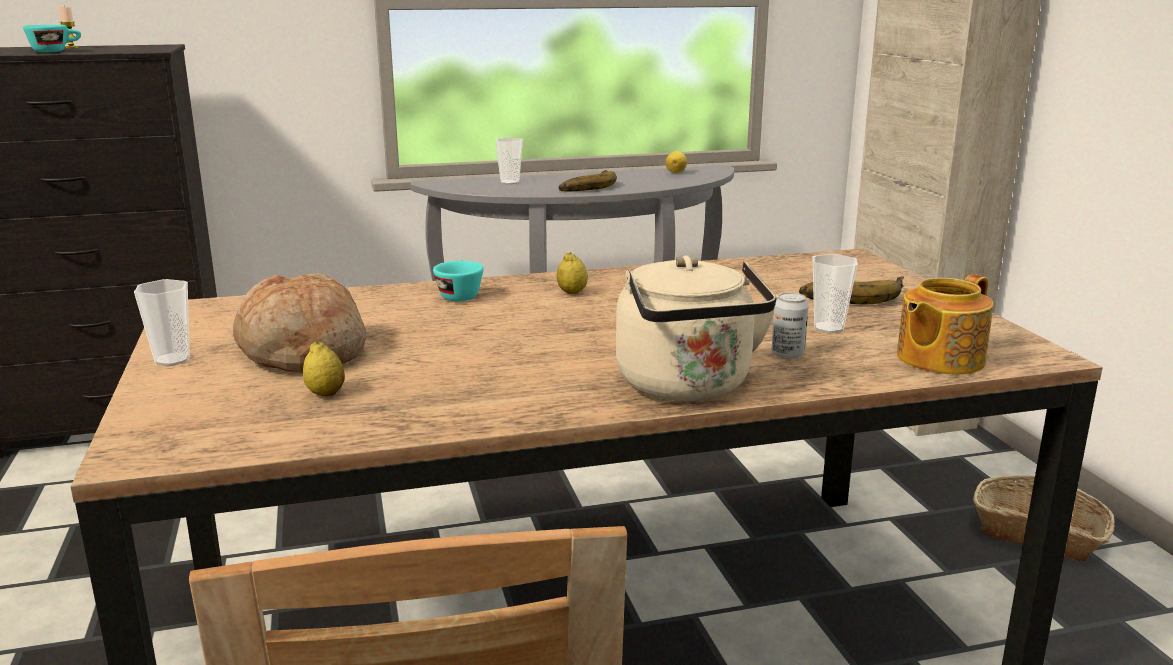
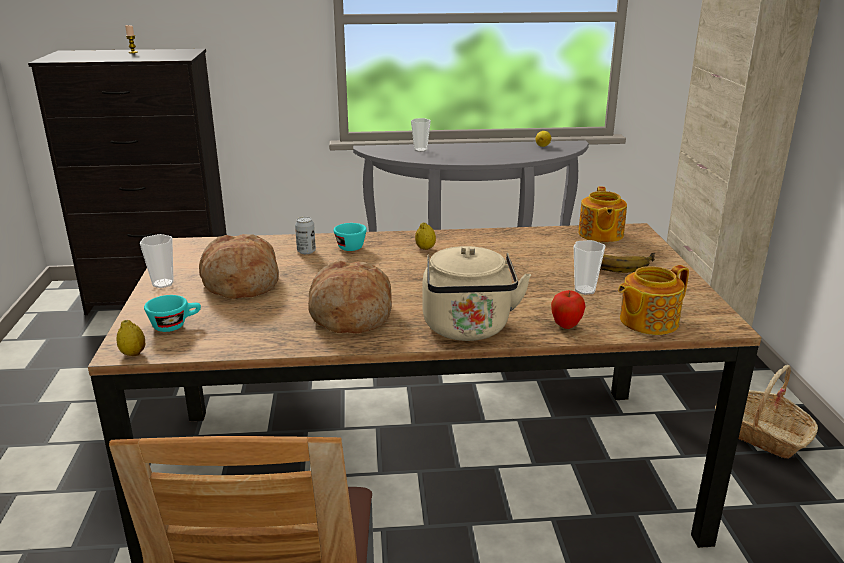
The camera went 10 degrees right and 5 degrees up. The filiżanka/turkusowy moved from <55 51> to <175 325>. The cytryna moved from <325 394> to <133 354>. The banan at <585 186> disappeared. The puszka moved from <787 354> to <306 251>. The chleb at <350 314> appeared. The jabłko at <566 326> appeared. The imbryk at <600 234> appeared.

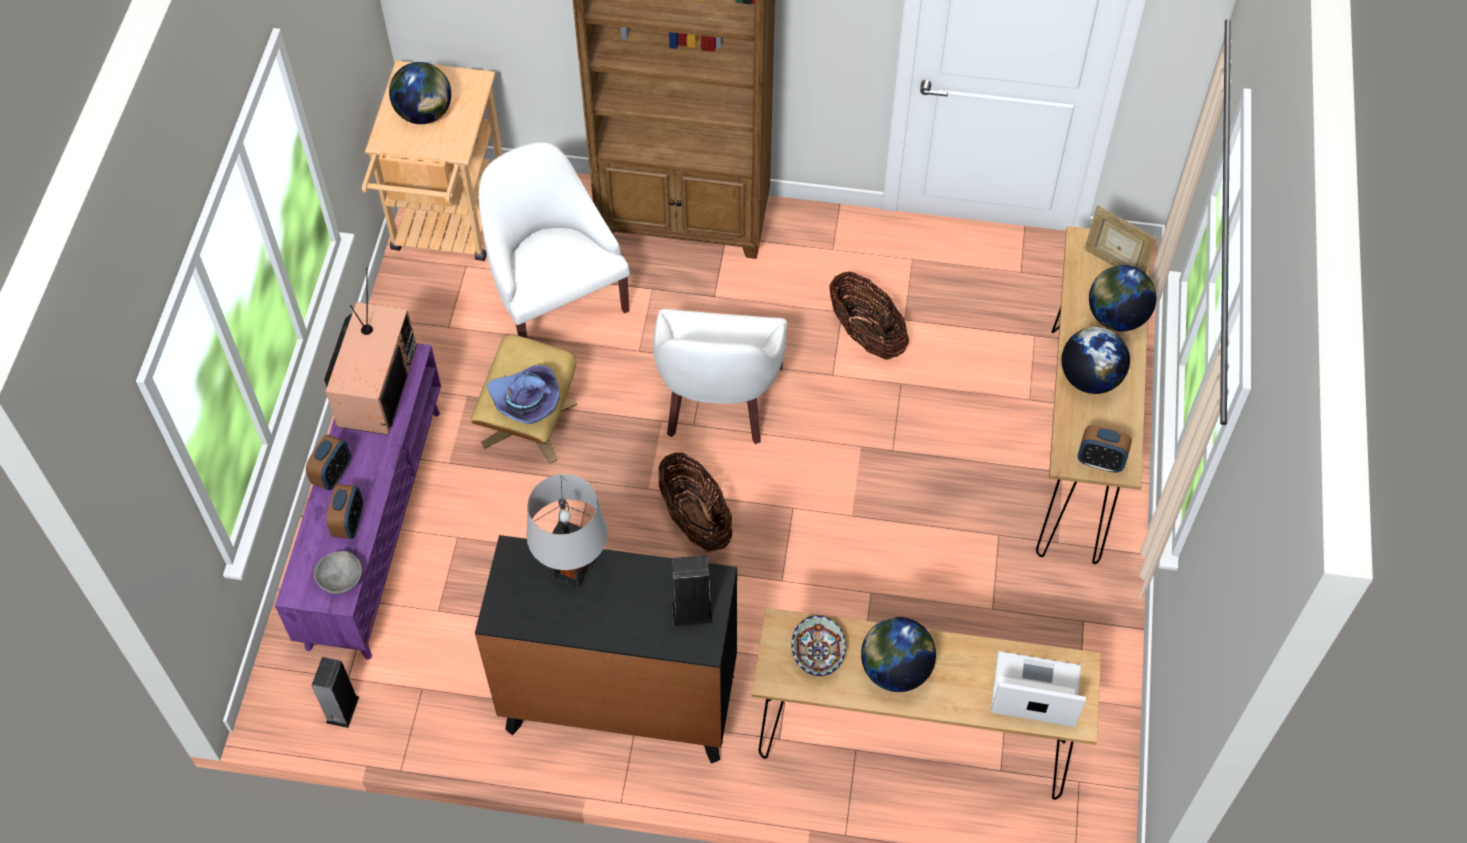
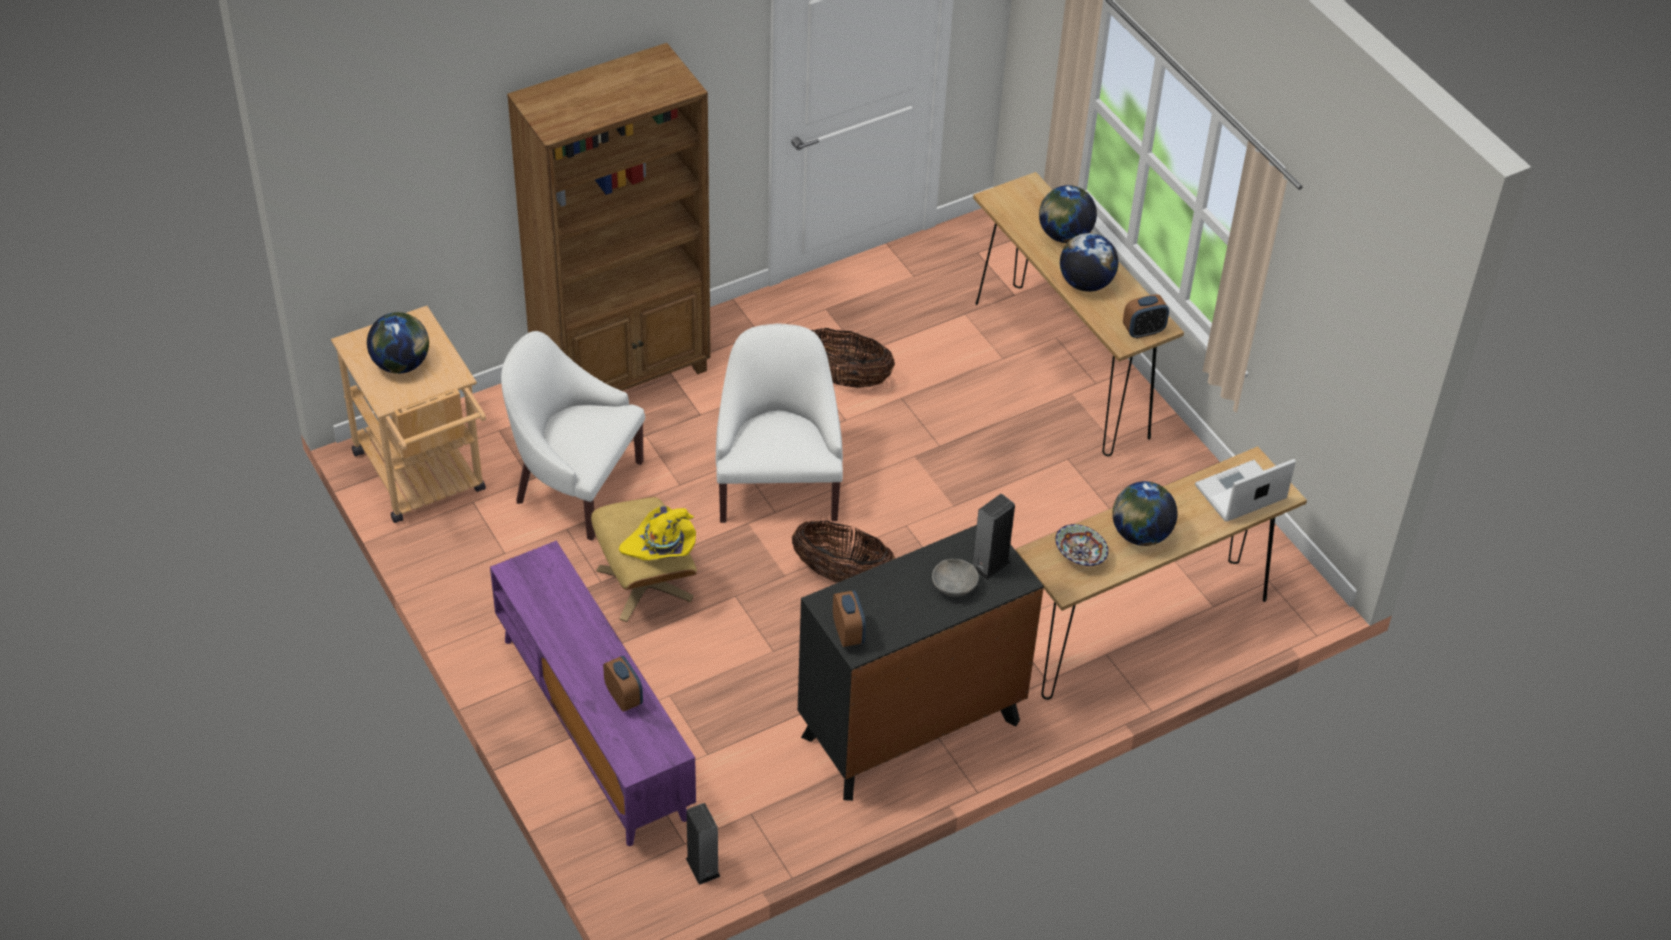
The camera went 40 degrees left and 10 degrees down. The budzik moved from <333 474> to <848 633>. The miska/szary moved from <341 580> to <954 586>. The telewizor at <375 384> disappeared. The kapelusz/fioletowy at <525 401> became the kapelusz/żółty at <661 546>. The lampa stołowa/szary at <573 572> disappeared. The fotel/biały at <718 401> turned 150 degrees counterclockwise. The ramka na zdjęcie at <1114 263> disappeared.

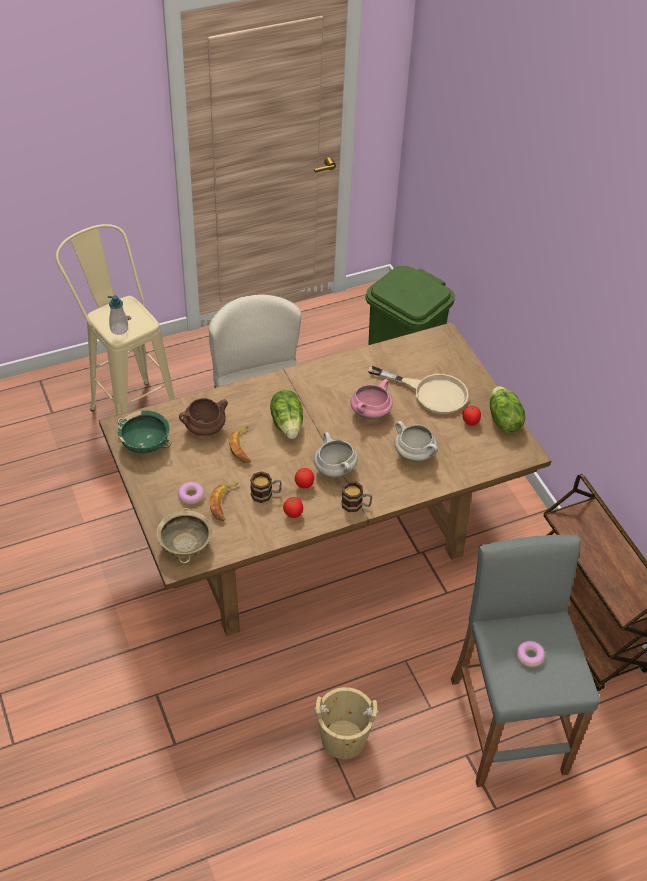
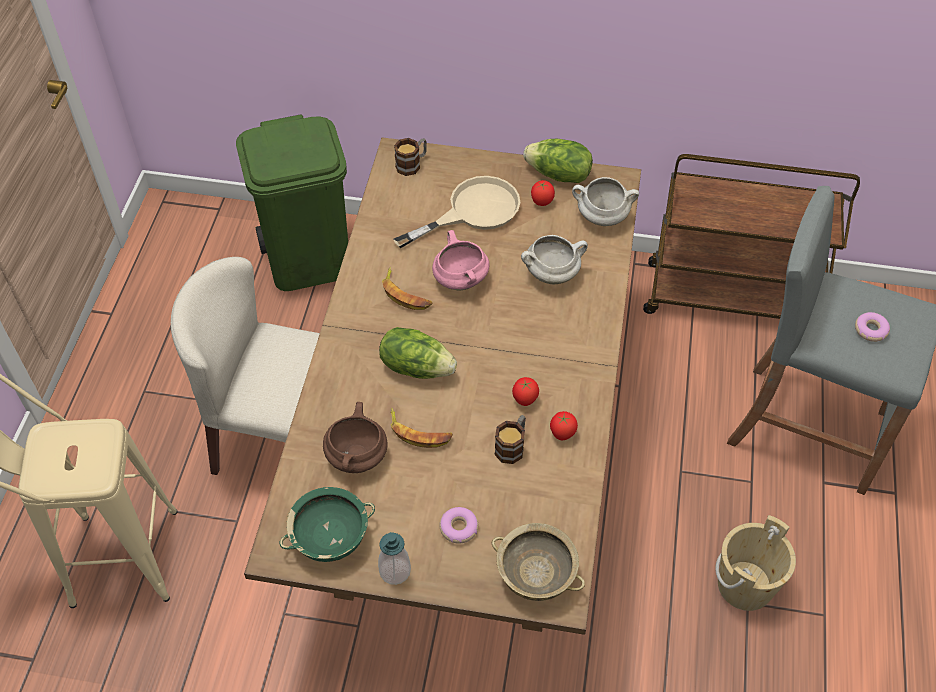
The camera went 55 degrees left and 5 degrees up. The dozownik mydła moved from <119 329> to <395 571>. The banan moved from <224 503> to <405 294>. The garnek/biały moved from <334 469> to <601 217>. The kubek moved from <356 505> to <412 164>.

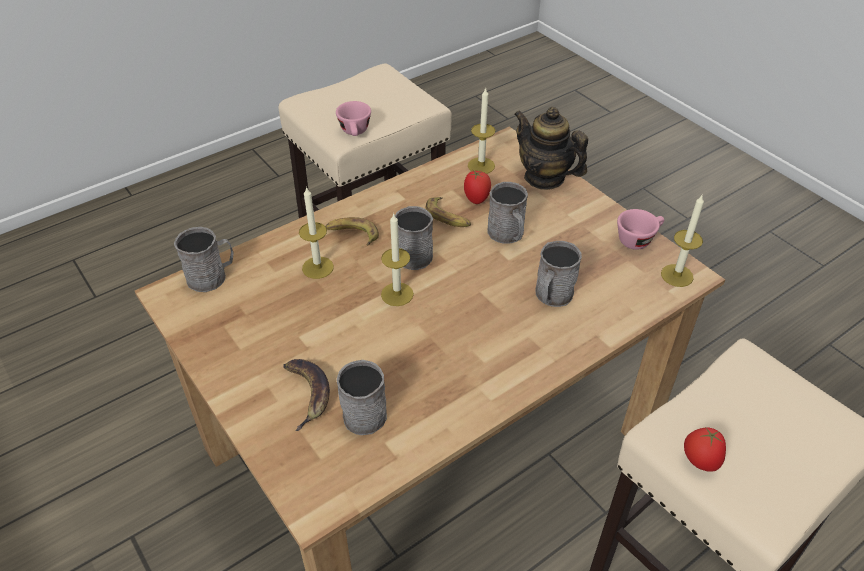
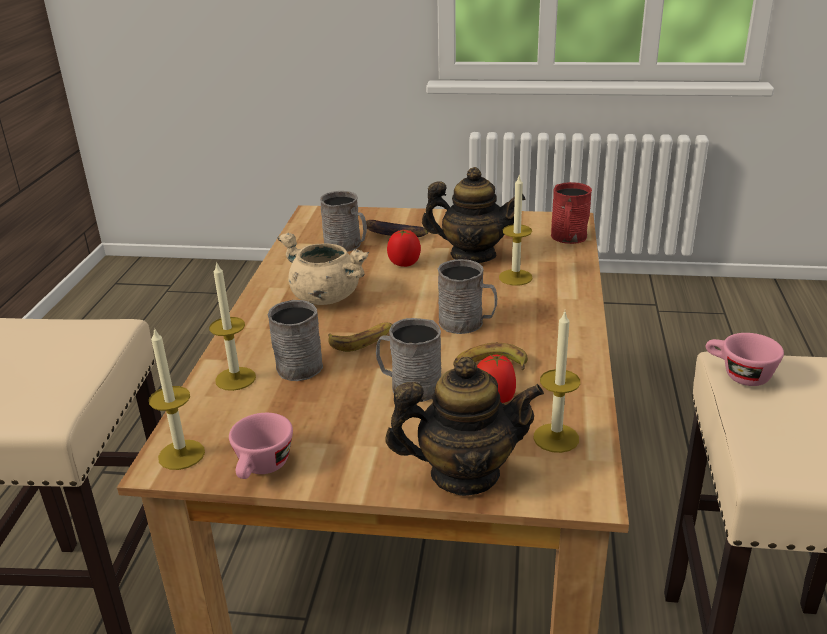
The camera went 135 degrees right and 15 degrees down. The kubek/szary at <212 276> became the kubek/czerwony at <568 238>. The banan moved from <352 234> to <362 340>. The świeca moved from <397 294> to <235 378>. The pomidor moved from <699 461> to <404 264>. The garnek/beżowy at <324 297> appeared. The imbryk at <473 255> appeared.

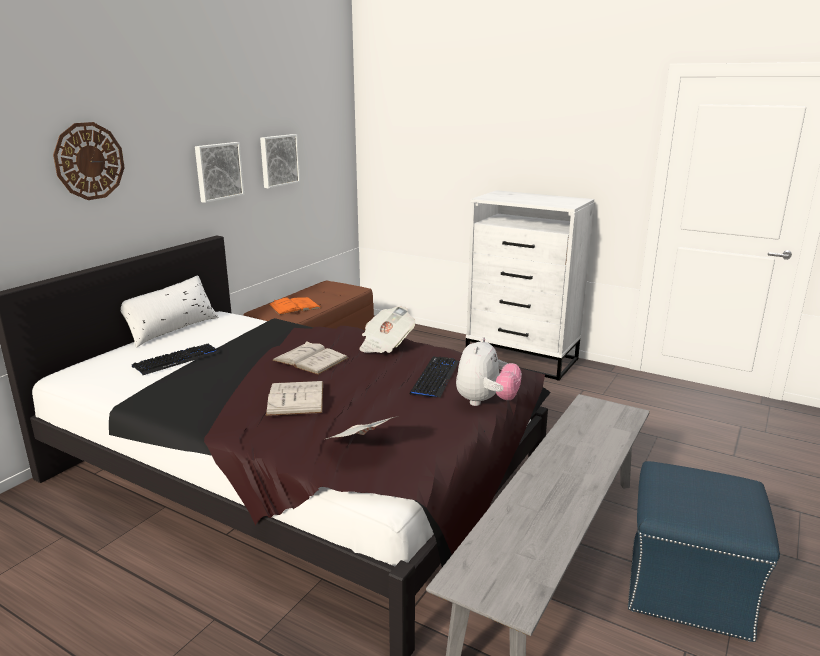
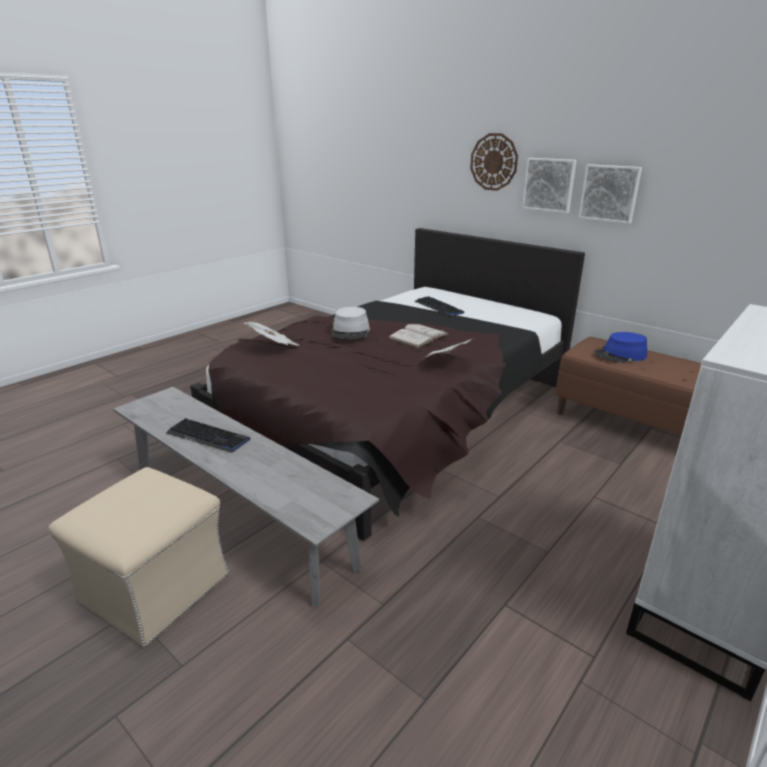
The camera went 100 degrees right and 5 degrees up. The poduszka/biały at <171 329> disappeared. The obraz moved from <278 160> to <549 185>. The książka/biały at <296 398> was replaced by the kapelusz/szary at <350 331>. The książka/pomarańczowy at <295 306> was replaced by the kapelusz/niebieski at <620 355>. The klawiatura moved from <435 378> to <208 437>. The pluszak at <485 402> disappeared. The pufa/niebieski at <686 587> became the pufa/beżowy at <156 587>.

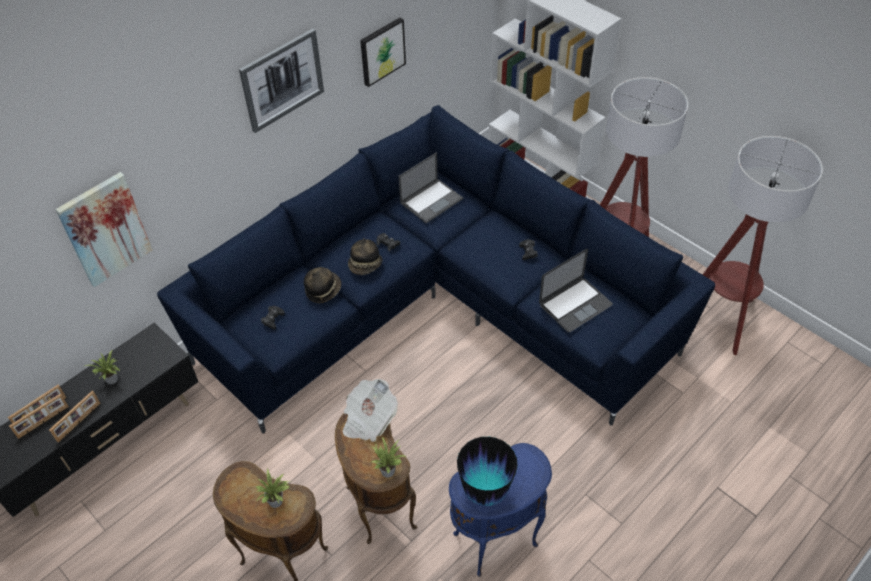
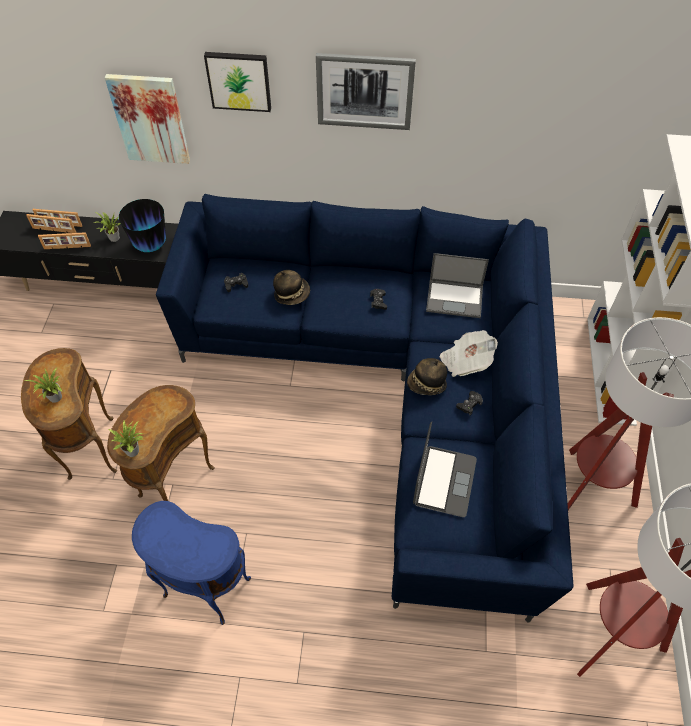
The camera went 50 degrees right and 5 degrees up. The gazeta moved from <368 419> to <466 361>. The kapelusz moved from <365 265> to <426 384>. The obraz moved from <382 51> to <239 80>. The wazon moved from <485 491> to <150 246>. The laptop at <575 304> turned 90 degrees counterclockwise.

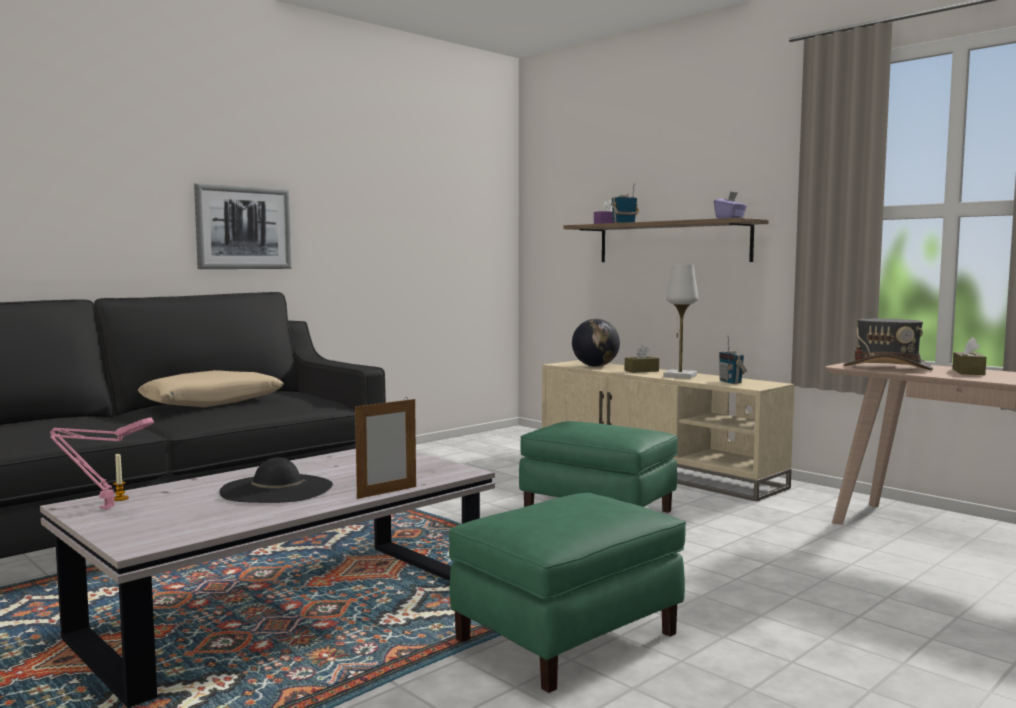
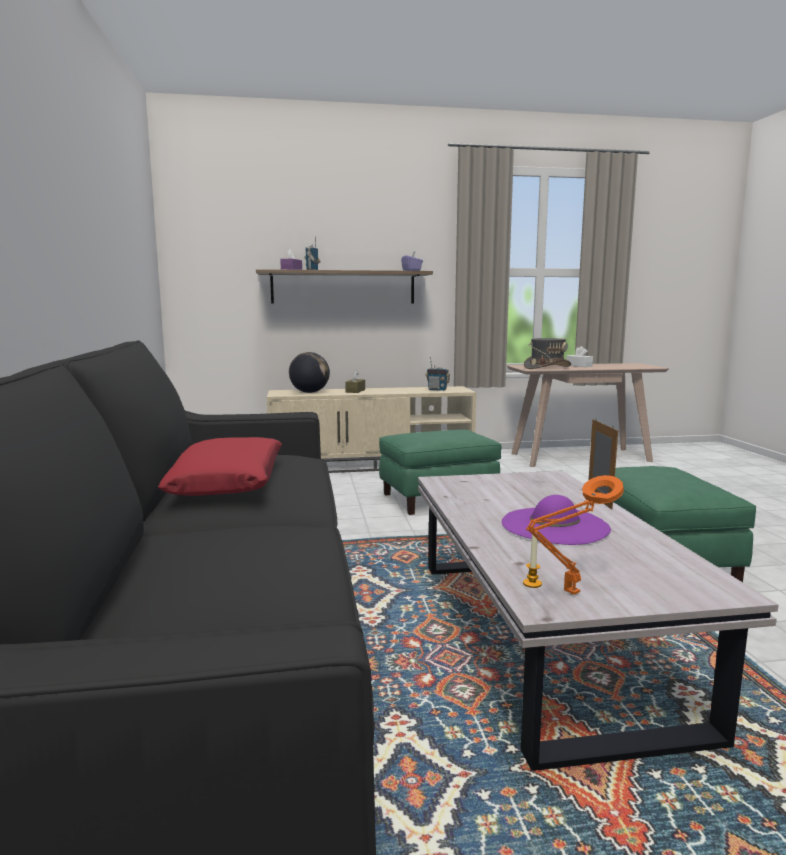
The camera went 55 degrees left and 5 degrees up. The lampa stołowa/różowy at <104 508> became the lampa stołowa/pomarańczowy at <569 594>. The poduszka/beżowy at <212 402> became the poduszka/czerwony at <229 482>. The obraz at <244 228> disappeared. The kapelusz/czarny at <276 489> became the kapelusz/fioletowy at <555 525>. The lampa stołowa/biały at <680 376> disappeared. The pudełko chusteczek/brązowy at <968 372> became the pudełko chusteczek/biały at <579 366>.

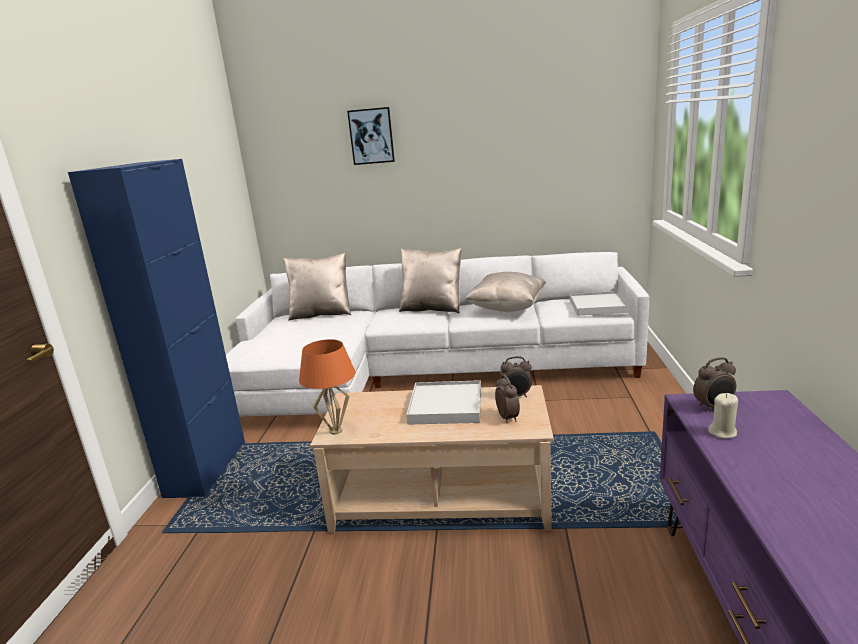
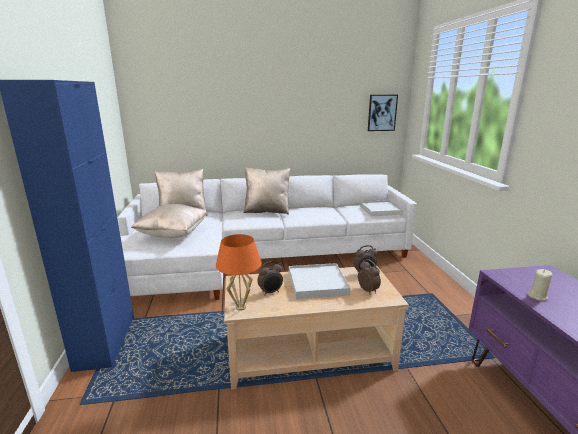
The camera went 15 degrees left and 0 degrees up. The obraz moved from <371 136> to <382 112>. The poduszka/beżowy moved from <507 308> to <173 234>. The budzik moved from <713 407> to <270 292>.

